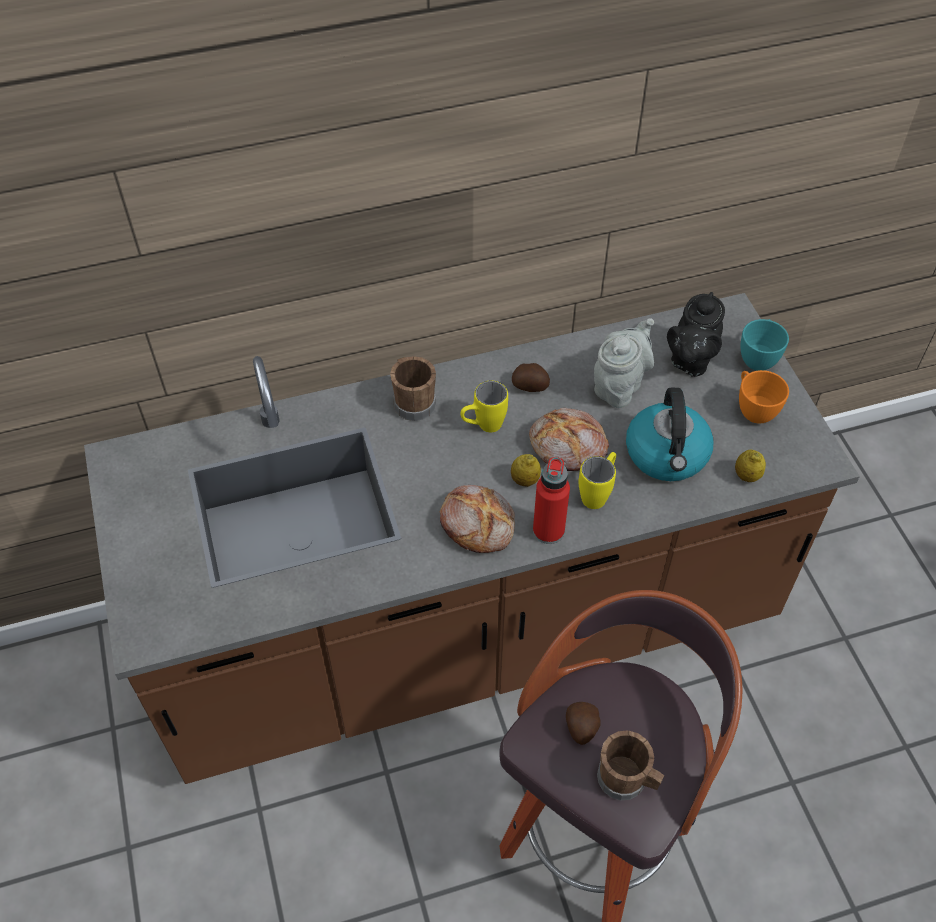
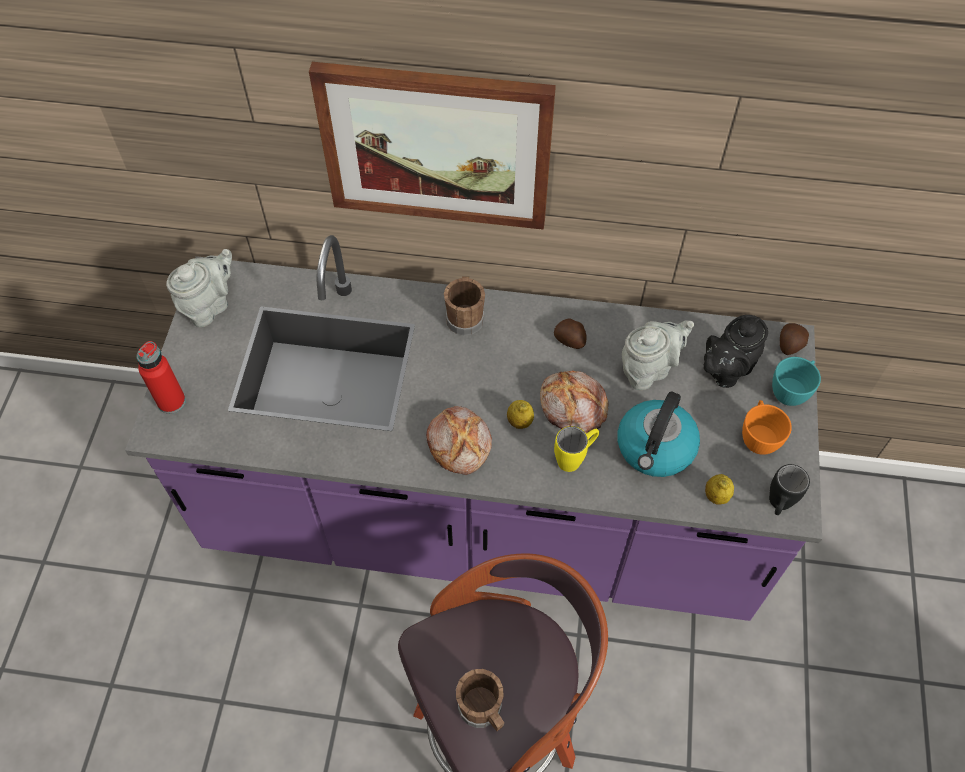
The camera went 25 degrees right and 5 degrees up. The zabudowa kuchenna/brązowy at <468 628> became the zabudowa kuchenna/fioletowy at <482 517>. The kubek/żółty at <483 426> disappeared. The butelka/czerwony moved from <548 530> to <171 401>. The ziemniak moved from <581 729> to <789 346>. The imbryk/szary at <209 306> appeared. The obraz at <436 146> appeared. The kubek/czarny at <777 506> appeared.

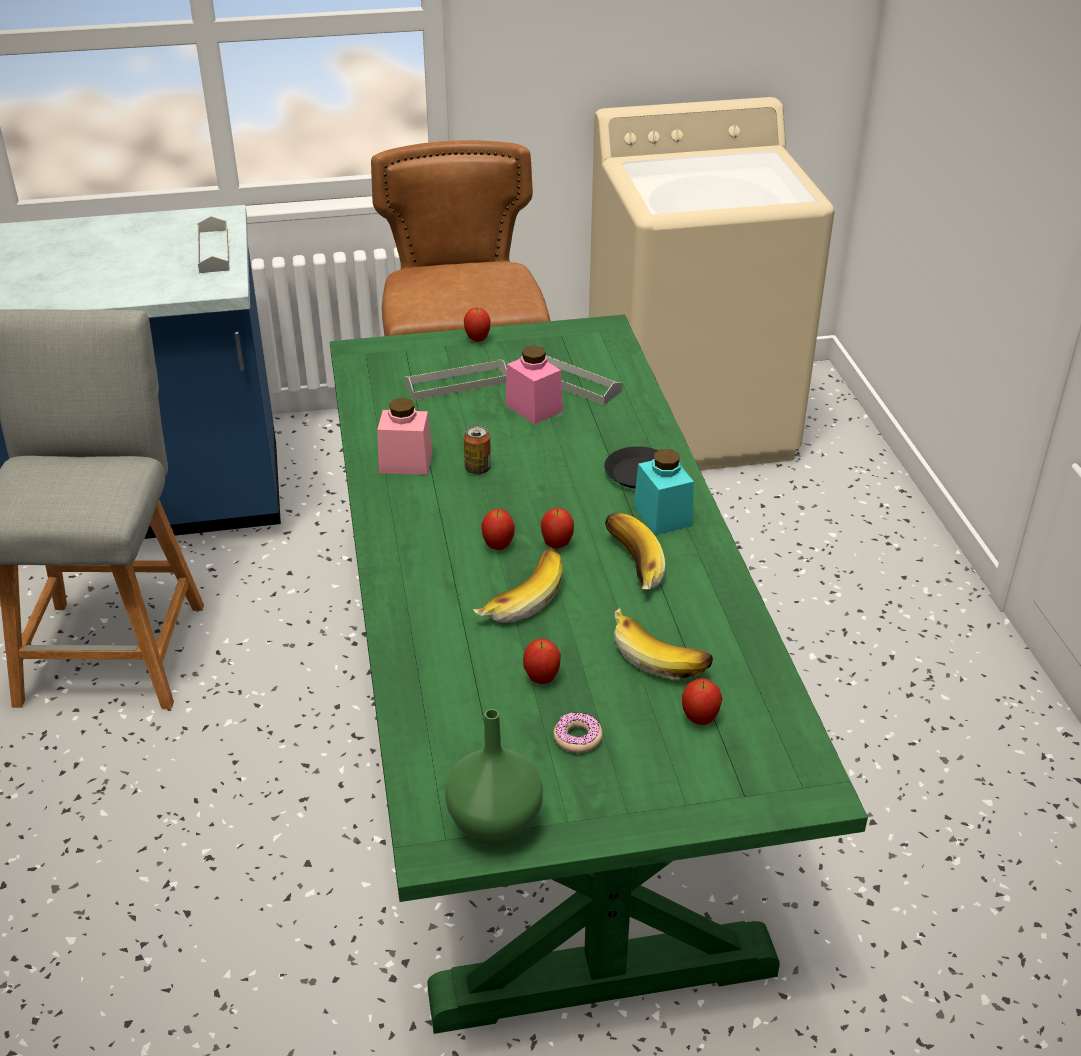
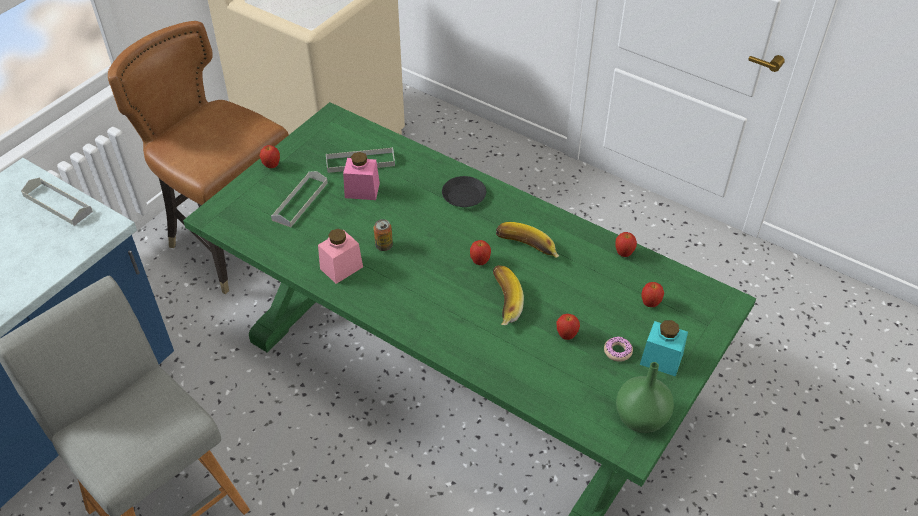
The camera went 45 degrees left and 10 degrees up. The jabłko moved from <498 546> to <624 253>. The banan at <661 655> disappeared. The słoik/turkusowy moved from <662 516> to <661 359>.

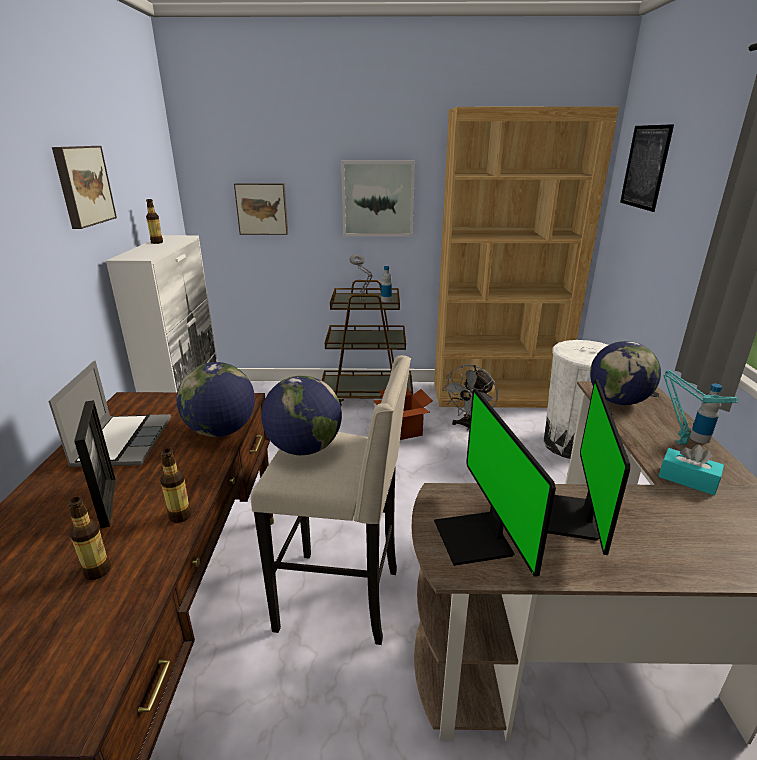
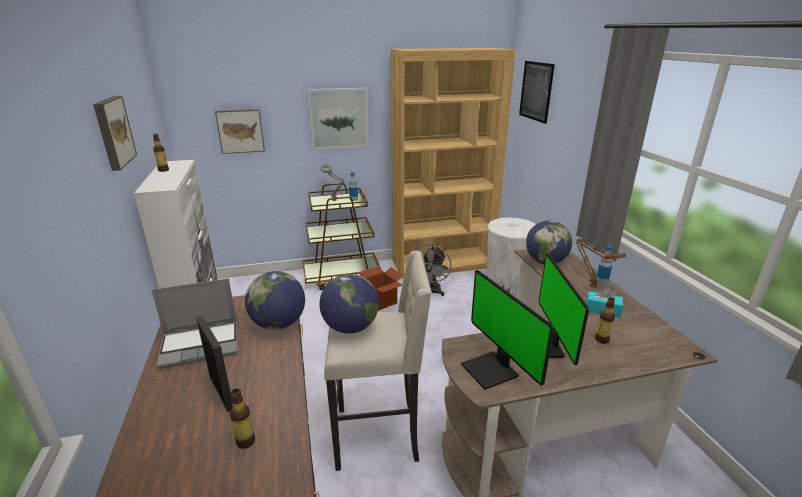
The camera went 15 degrees left and 0 degrees up. The laptop at <122 441> turned 90 degrees clockwise. The butelka moved from <180 516> to <601 340>. The lampa stołowa/turkusowy at <679 442> became the lampa stołowa/brązowy at <590 285>.

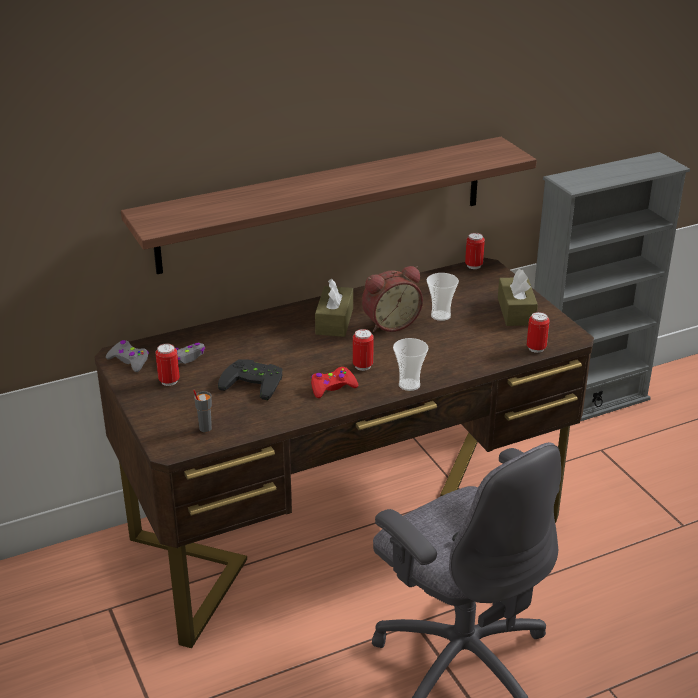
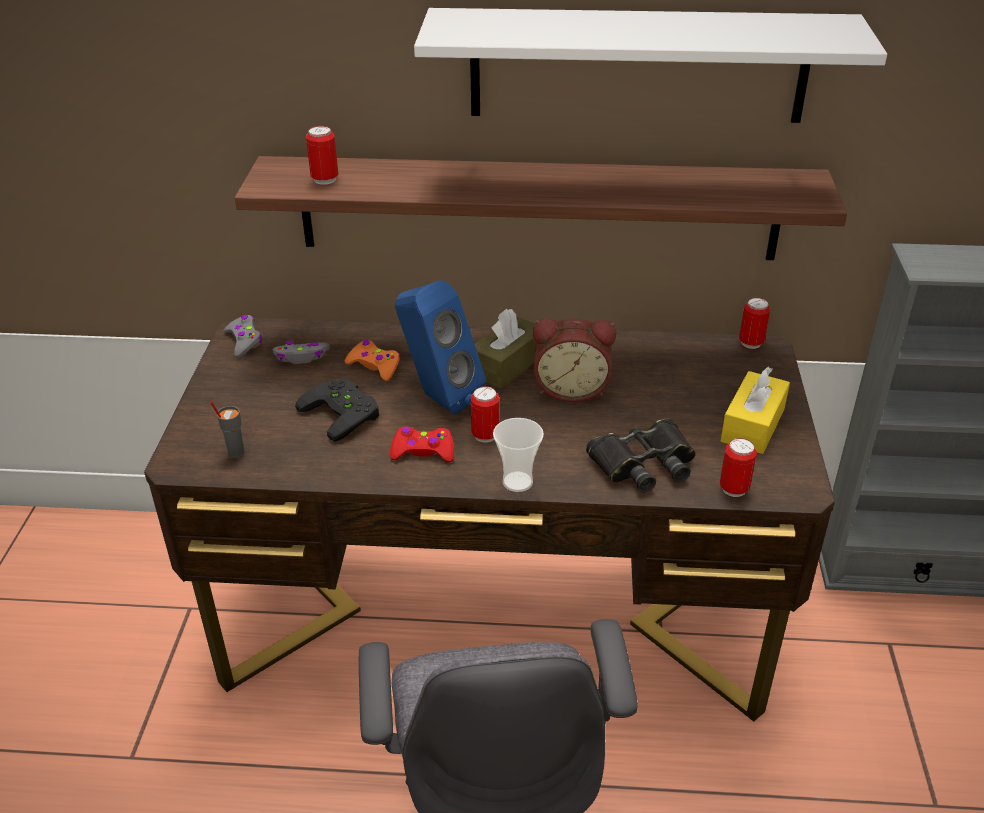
The camera went 30 degrees right and 5 degrees up. The puszka moved from <169 381> to <325 179>. The filiżanka at <440 316> disappeared. The pudełko chusteczek/brązowy at <516 311> became the pudełko chusteczek/żółty at <752 425>. The pad do gier/pomarańczowy at <374 366> appeared. The głośnik/niebieski at <438 398> appeared. The półka/biały at <638 65> appeared. The lornetka/czarny at <643 463> appeared.

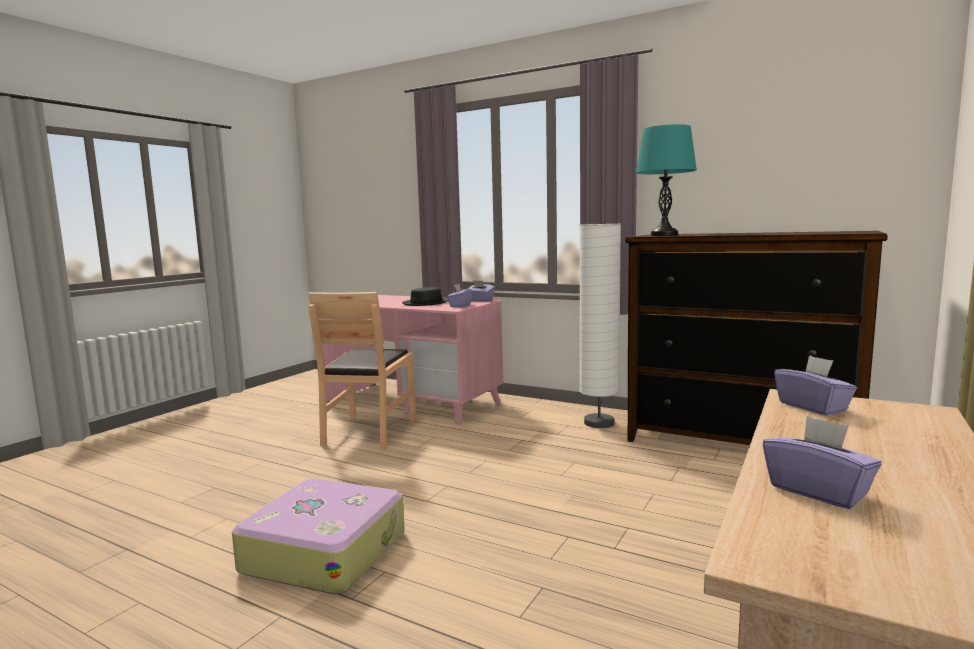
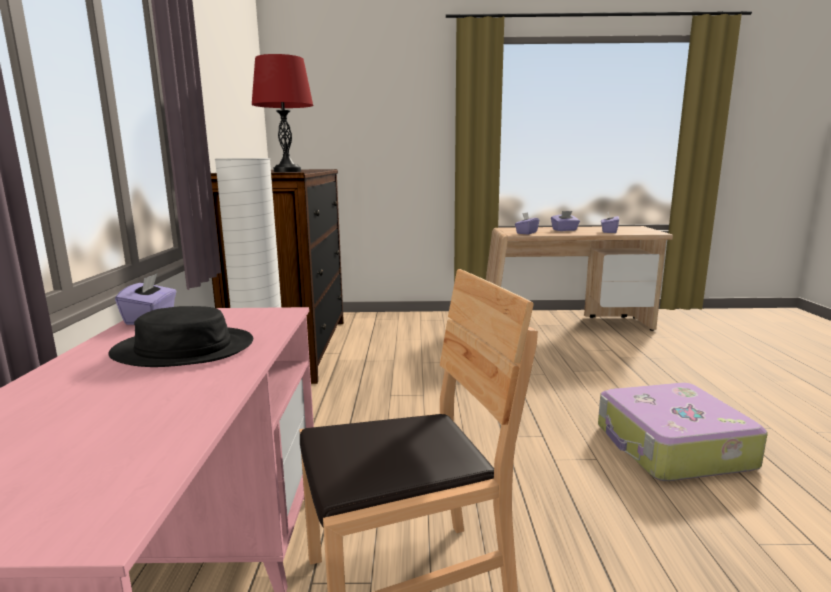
The camera went 120 degrees left and 5 degrees up. The pudełko chusteczek/fioletowy moved from <460 305> to <564 230>. The lampa stołowa/turkusowy at <664 235> became the lampa stołowa/czerwony at <287 171>.

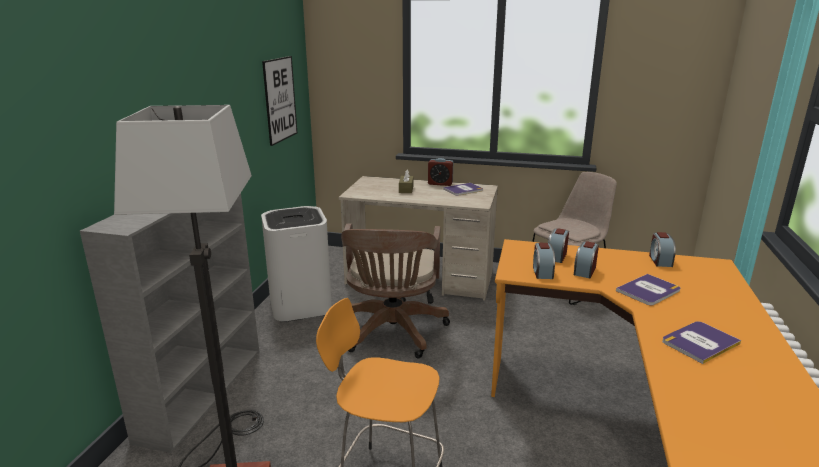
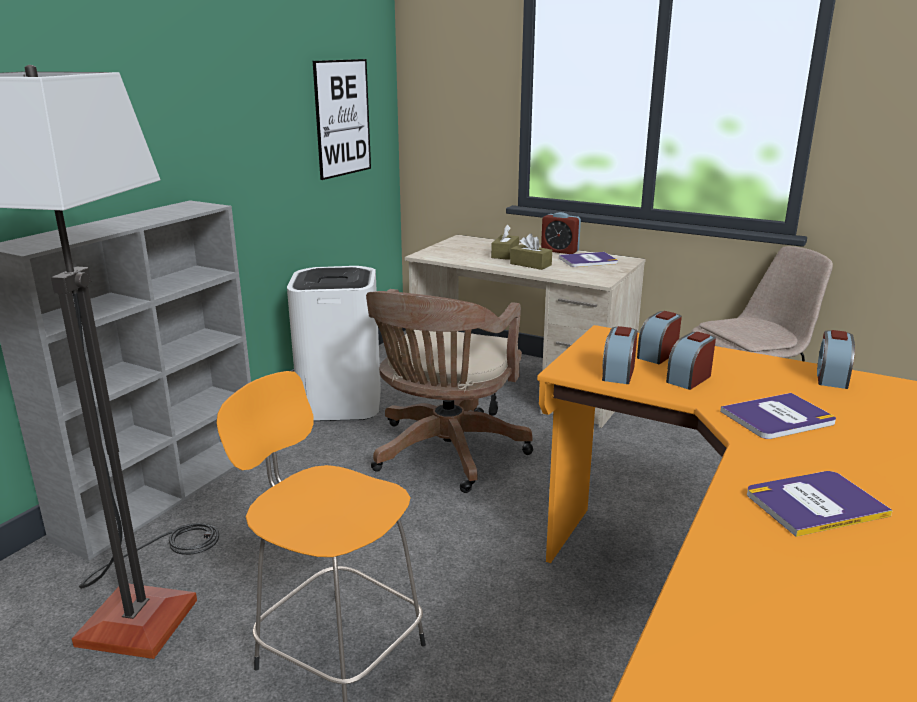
The camera went 15 degrees right and 0 degrees up. The pudełko chusteczek/brązowy at <530 264> appeared.

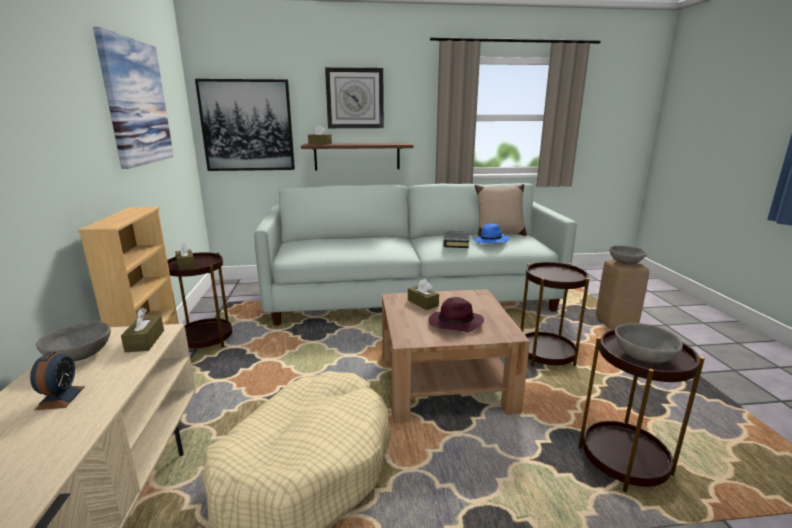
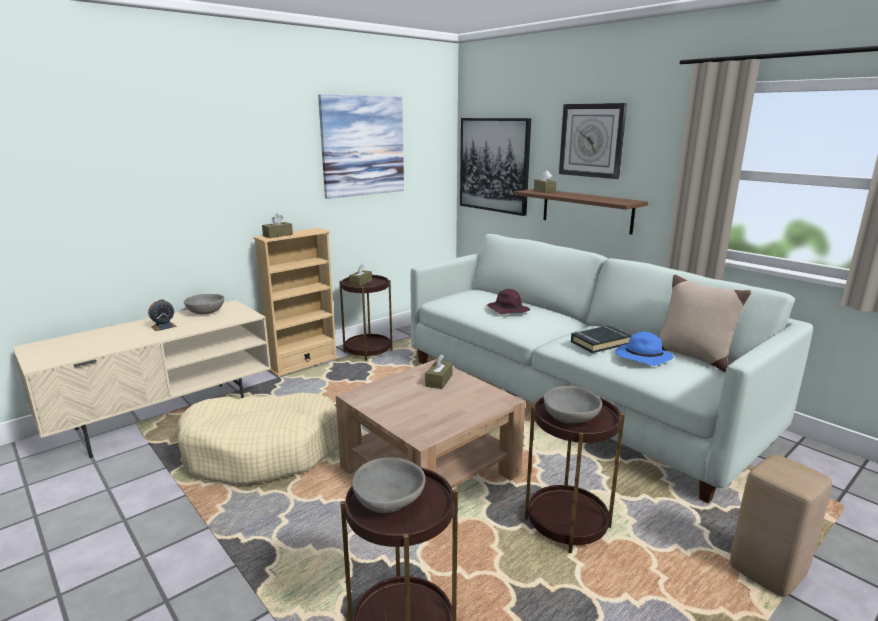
The camera went 55 degrees right and 0 degrees up. The pudełko chusteczek/brązowy moved from <145 341> to <278 235>. The kapelusz/fioletowy moved from <454 324> to <507 310>. The miska/szary moved from <625 262> to <570 419>.

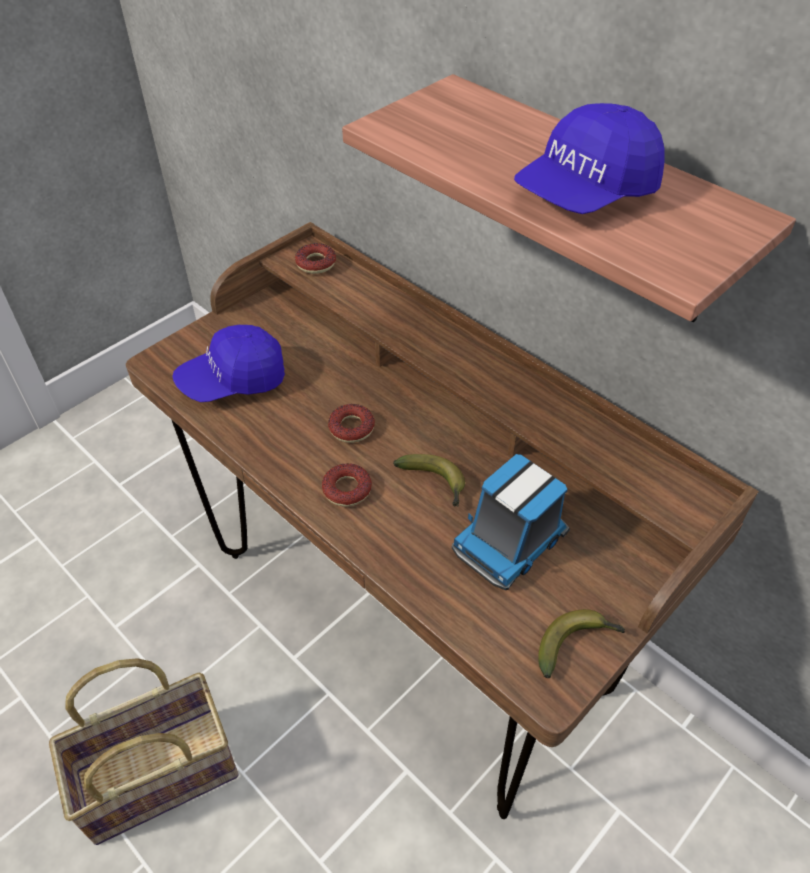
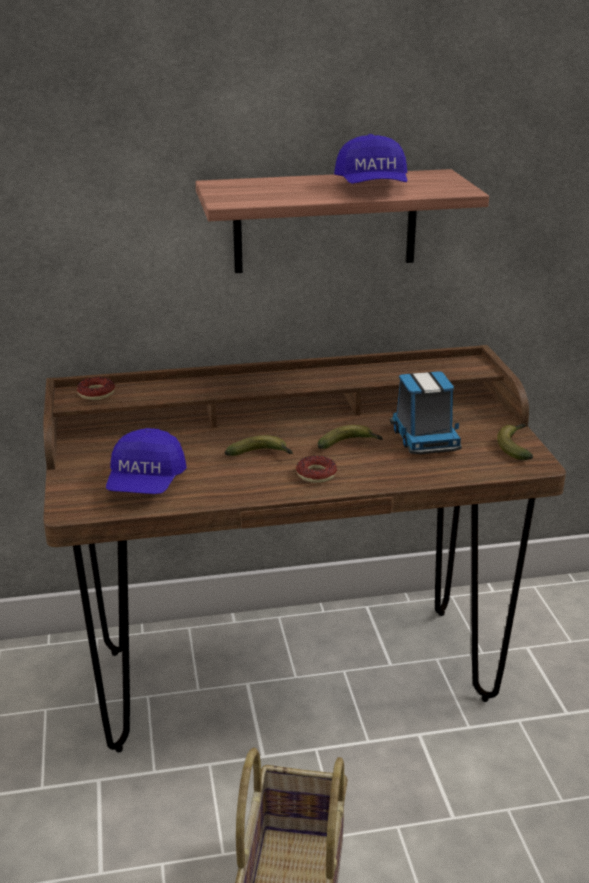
The camera went 55 degrees left and 20 degrees down. The donut at <351 428> was replaced by the banan at <262 455>.

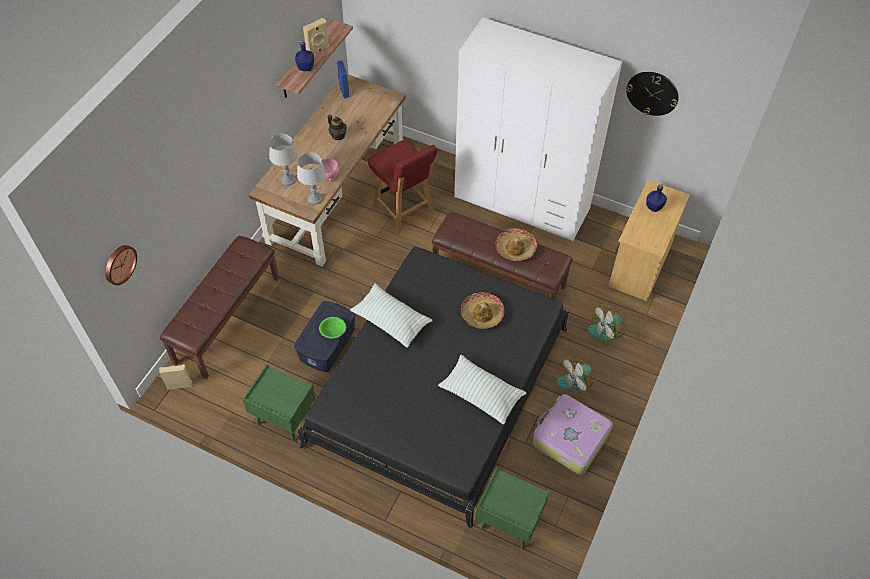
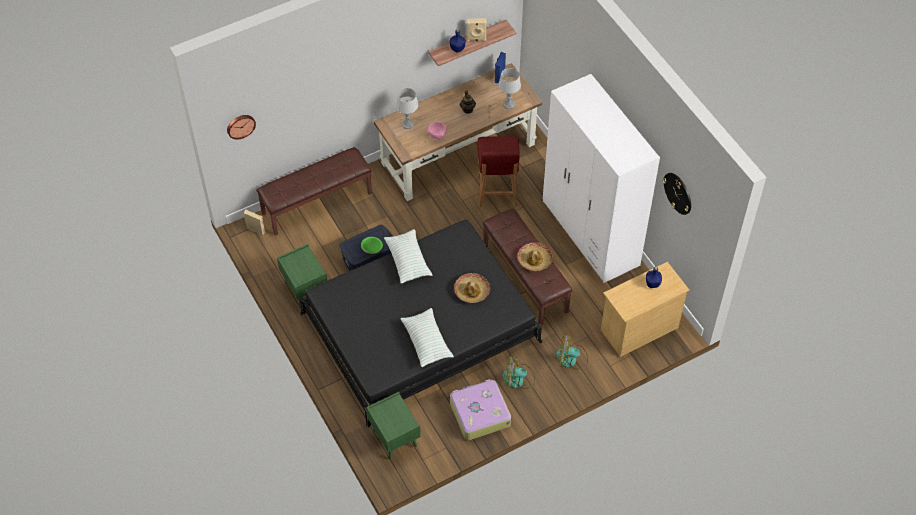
The camera went 35 degrees right and 0 degrees up. The lampa stołowa/szary moved from <315 198> to <508 104>.

